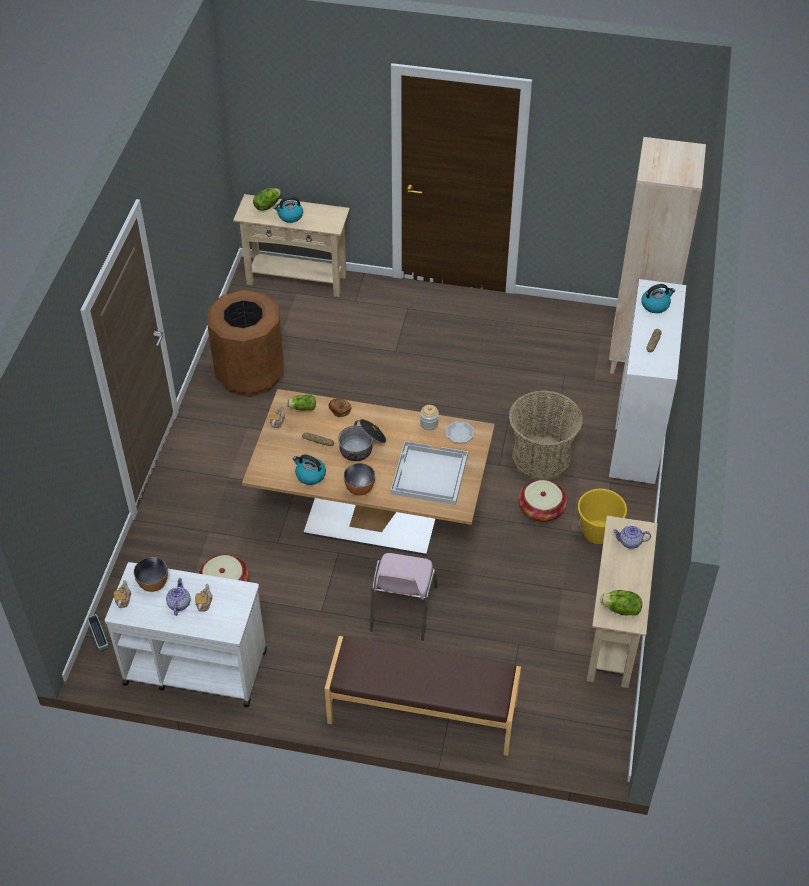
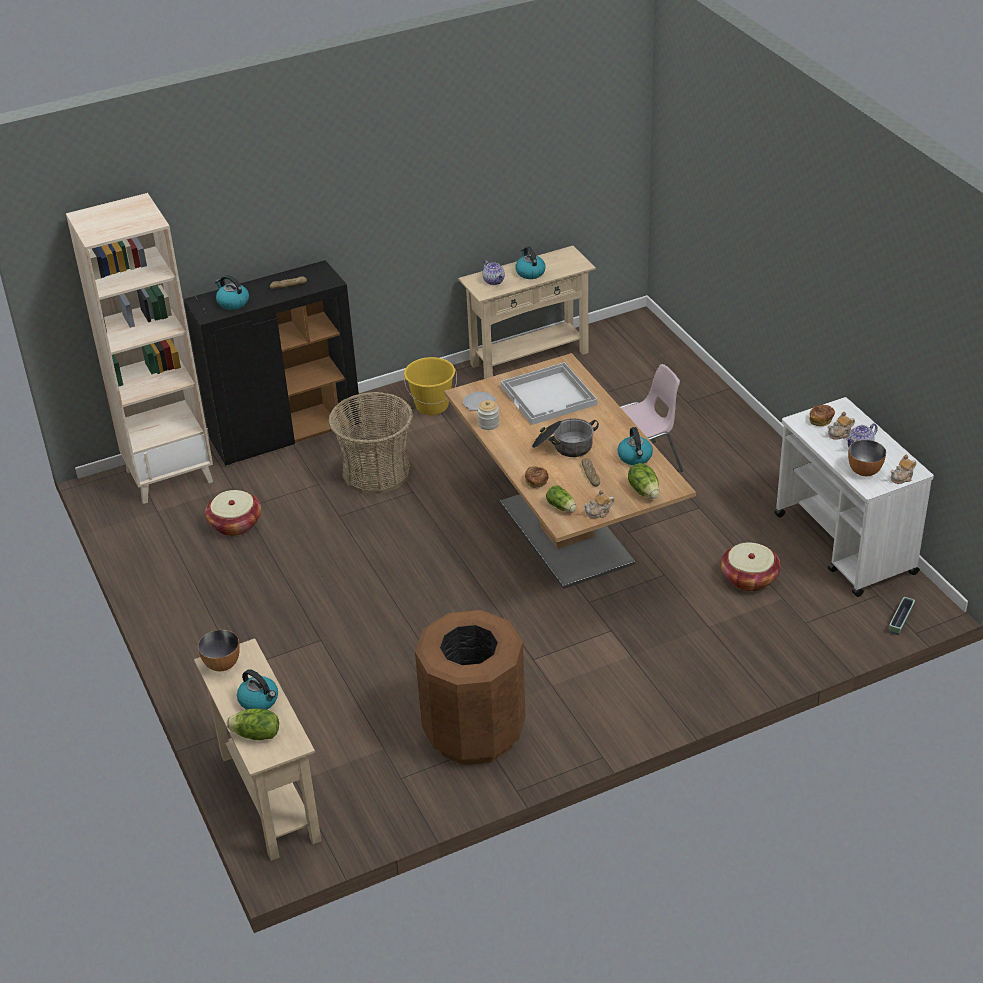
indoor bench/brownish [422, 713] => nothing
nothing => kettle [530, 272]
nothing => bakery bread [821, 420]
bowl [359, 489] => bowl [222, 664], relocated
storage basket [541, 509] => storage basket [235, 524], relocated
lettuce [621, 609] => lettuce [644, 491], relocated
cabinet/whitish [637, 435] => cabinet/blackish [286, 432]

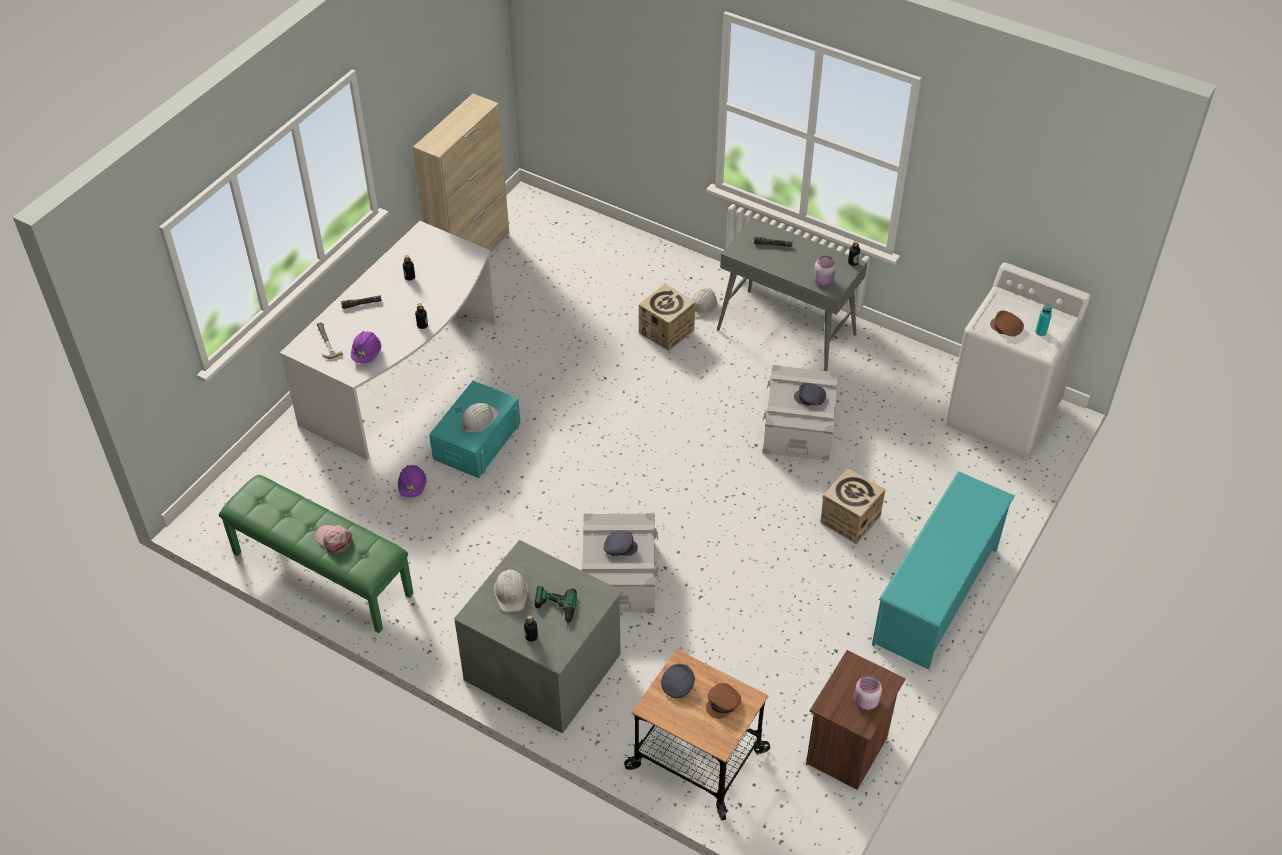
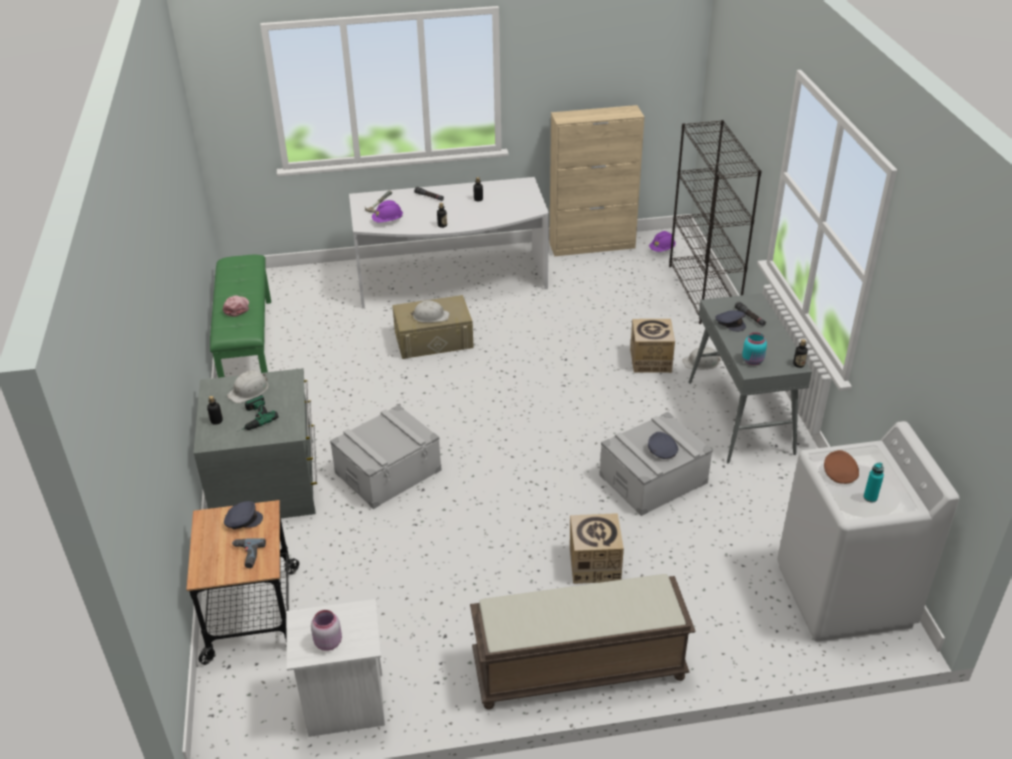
nothing => bookcase/blackish [703, 292]
safety helmet/purplish [413, 487] => safety helmet/purplish [662, 249], relocated
peaked cap/grey [619, 547] => peaked cap/grey [730, 323], relocated
peaked cap/brownish [723, 703] => power drill [246, 555]
shoe shelf/turquoise-coloured [936, 595] => indoor bench/brownish [578, 669]
storage bin/turquoise-coloured [477, 441] => storage bin/beige [433, 339]
bedside table/brownish [848, 751] => bedside table/whitish [345, 706]
preserve jar/pink-coloured [824, 281] => preserve jar/turquoise-coloured [753, 361]

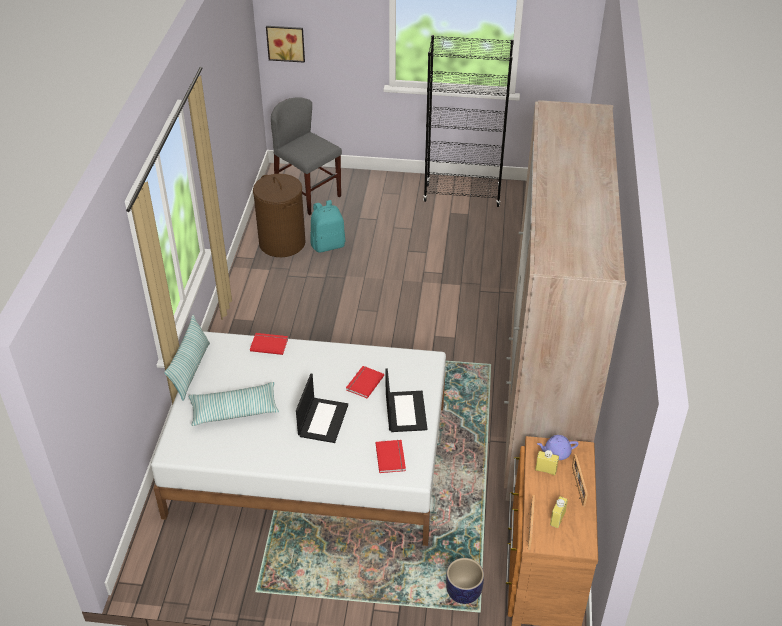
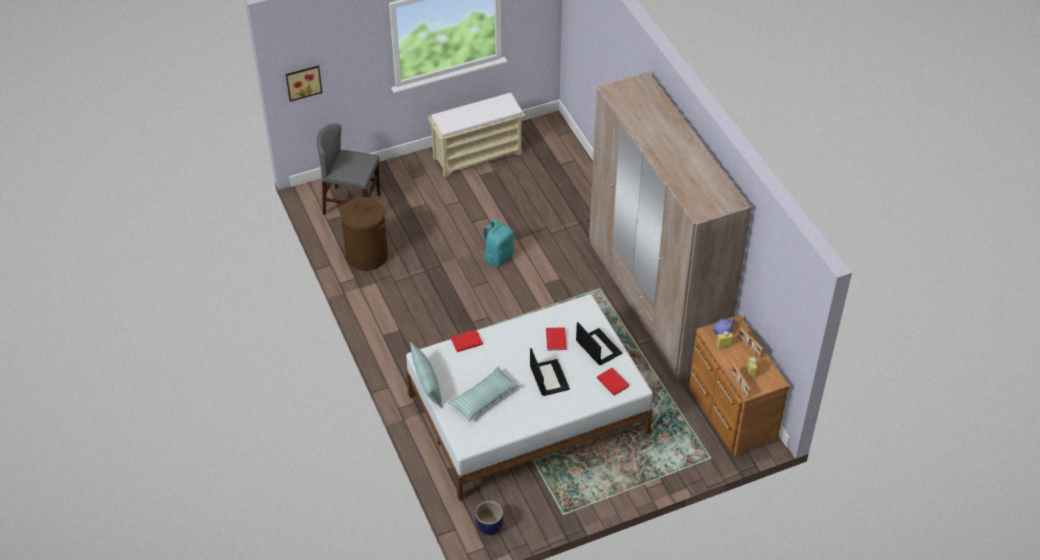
backpack/turquoise-coloured [328, 245] => backpack/turquoise-coloured [498, 256], relocated
flower pot [463, 592] => flower pot [489, 526], relocated
bookcase/blackish [462, 195] => indoor bench/beige [478, 155]

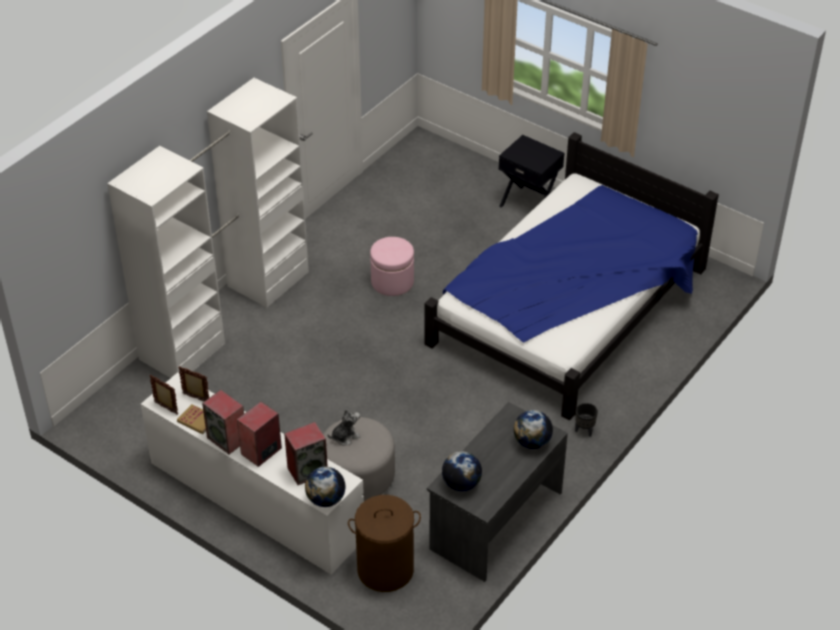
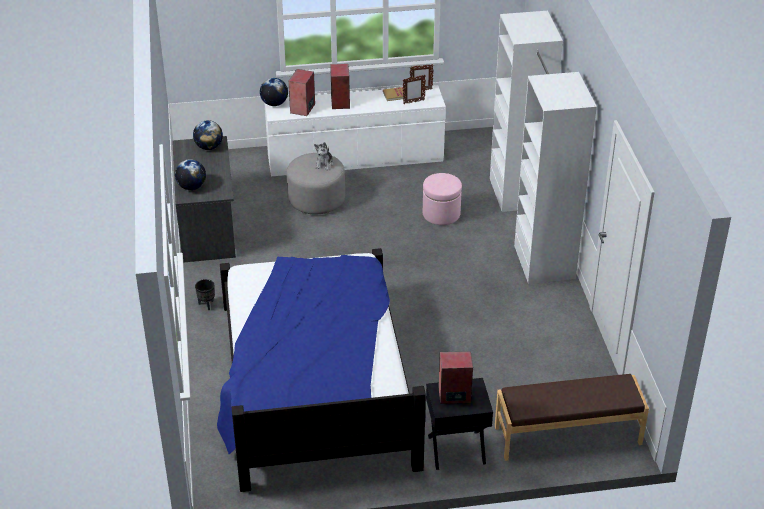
washing basket/brownish [385, 569] => nothing
nothing => indoor bench/brownish [568, 436]
audio speaker [228, 439] => audio speaker [454, 395], relocated
pouffe/pink-coloured [392, 282] => pouffe/pink-coloured [441, 214], relocated

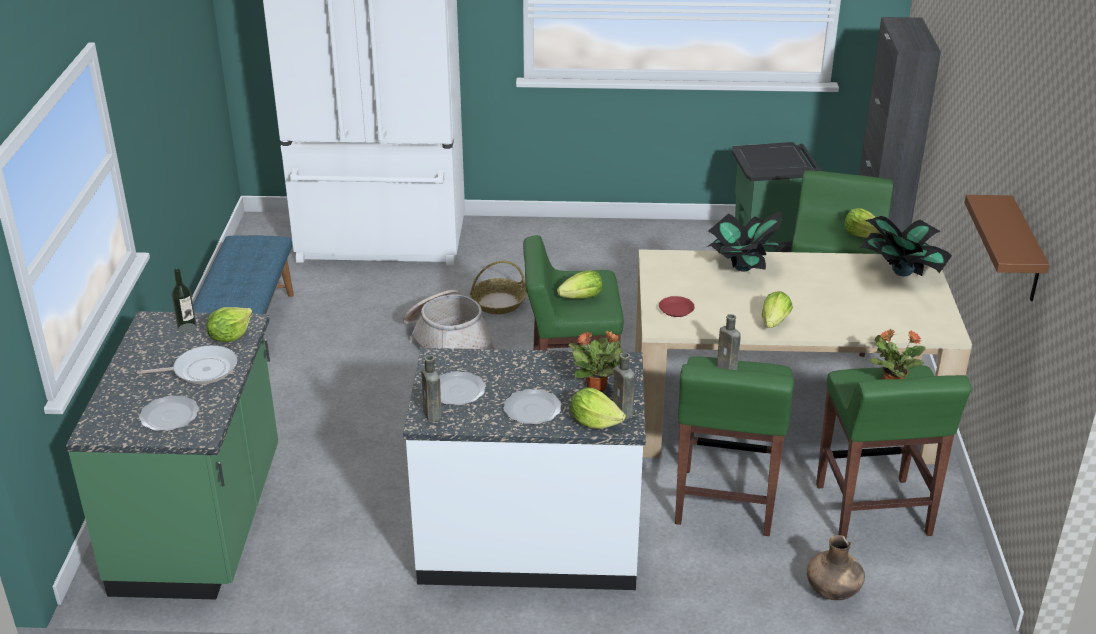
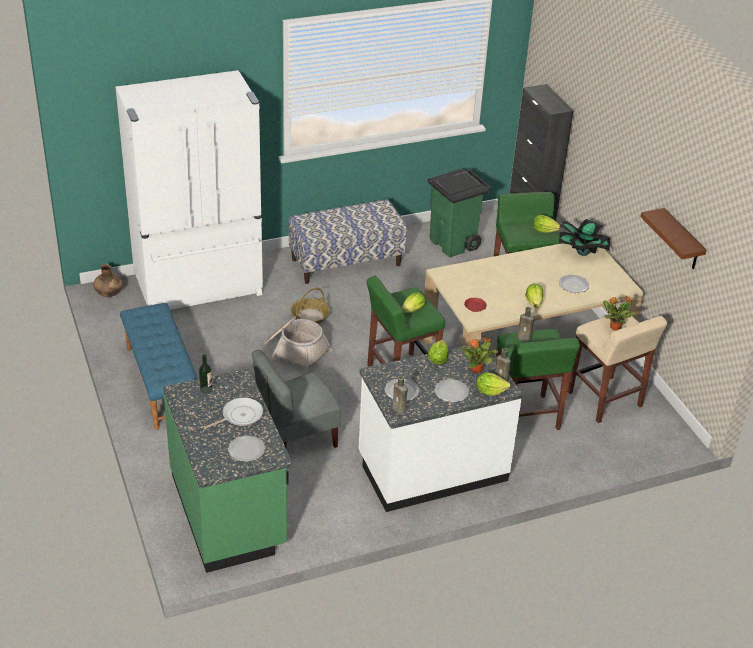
potted plant [742, 267] => nothing
nothing => upright chair/grey [297, 438]
nothing => indoor bench [346, 262]
nothing => plate [573, 285]
lettuce [230, 336] => lettuce [438, 360], relocated
flower vase/brownish [833, 591] => flower vase/brownish [109, 294], relocated
stool seat/greenish [873, 511] => stool seat/beige [605, 400]

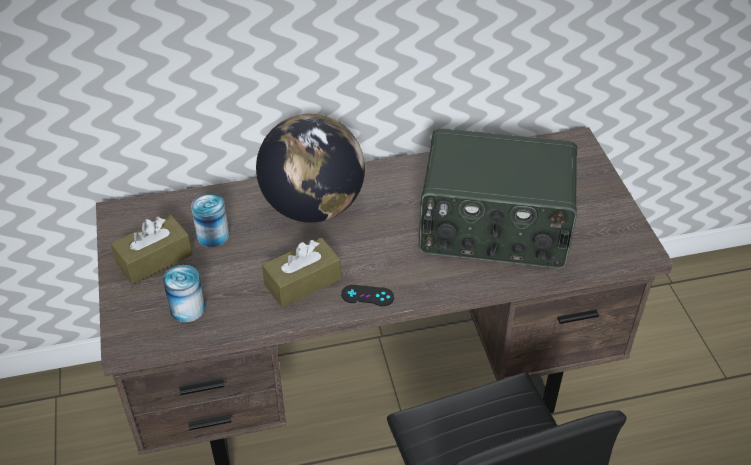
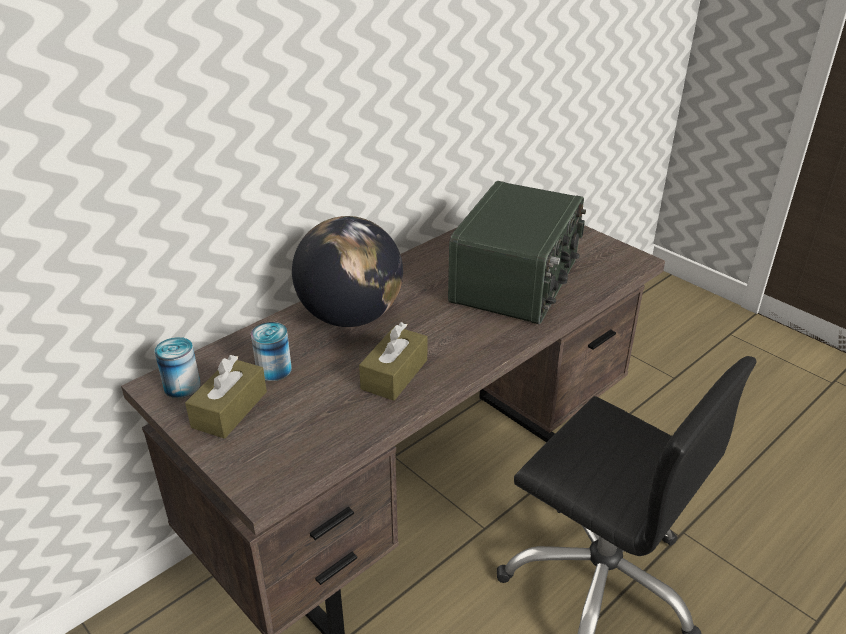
joypad/blackish [367, 296] => nothing
metal can [187, 308] => metal can [182, 386], relocated
radio [494, 228] => radio [517, 281], 45 degrees counterclockwise

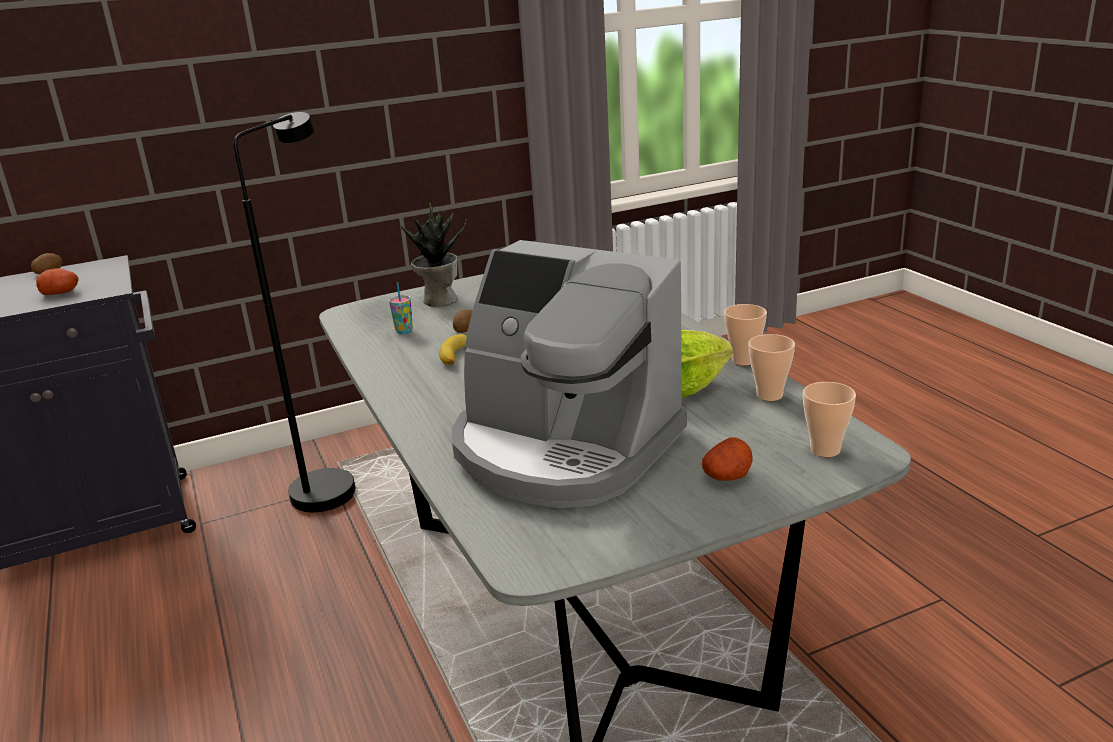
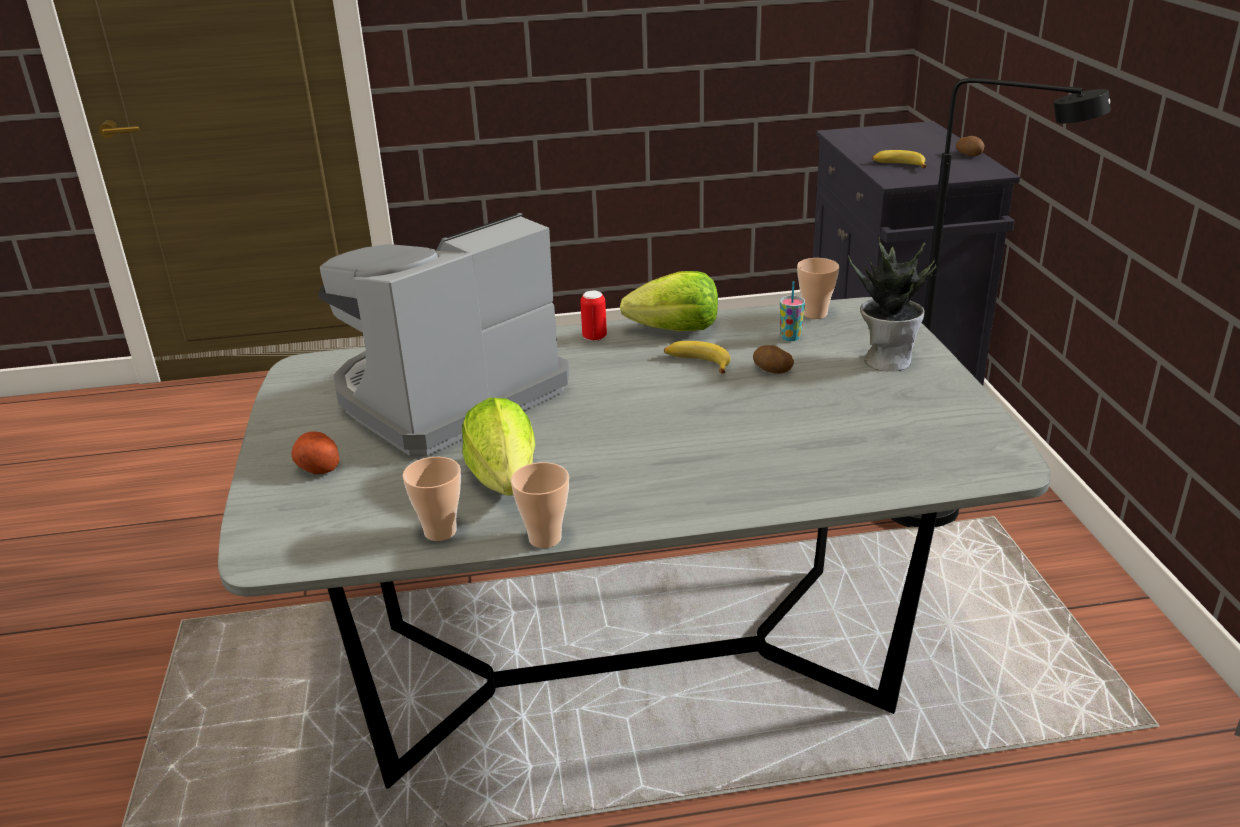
nothing => metal can [594, 337]
nothing => lettuce [676, 330]
small cup [825, 450] => small cup [815, 314], relocated
spud [61, 292] => banana fruit [898, 165]

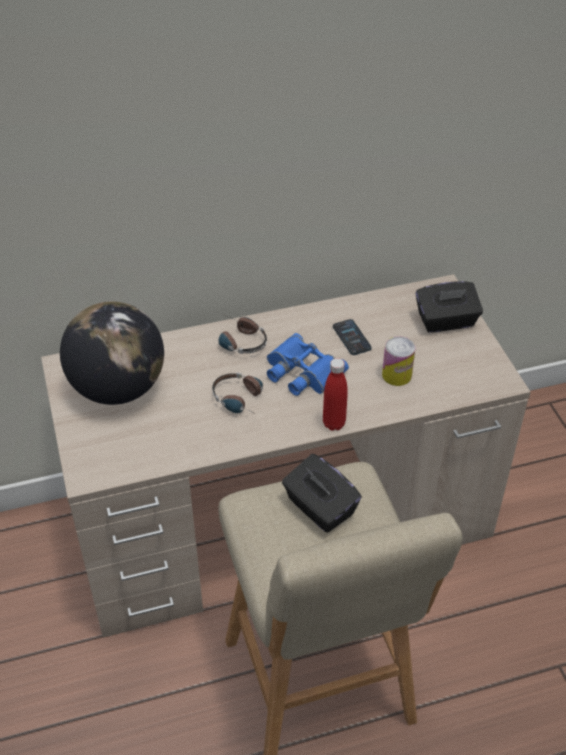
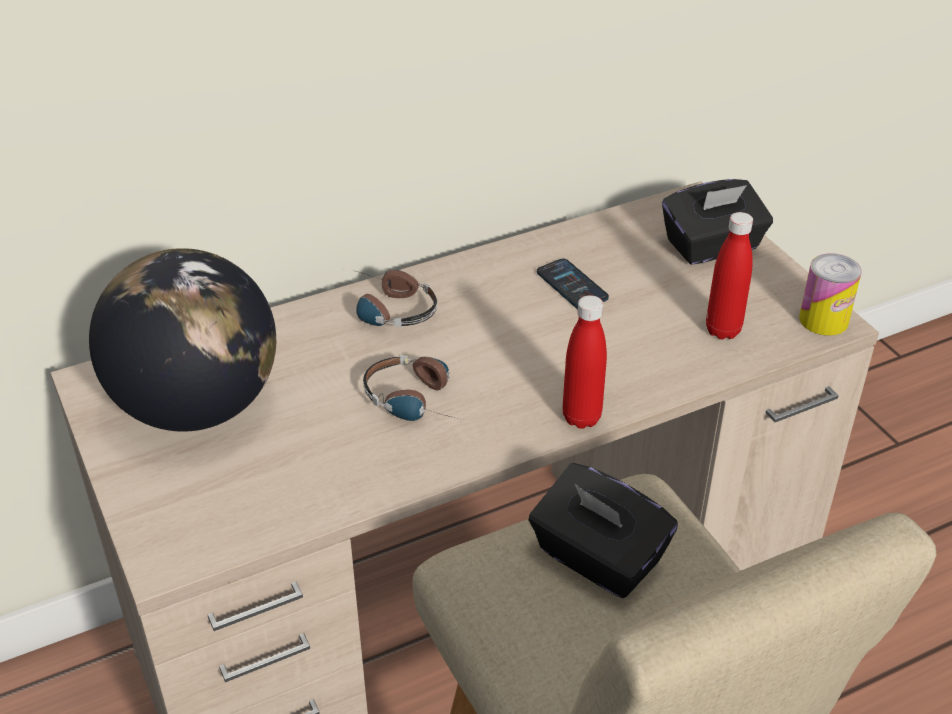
pair of binoculars/blue-coloured [301, 372] => nothing
nothing => beverage bottle/red-coloured [723, 330]
metal can [396, 375] => metal can [823, 320], relocated

